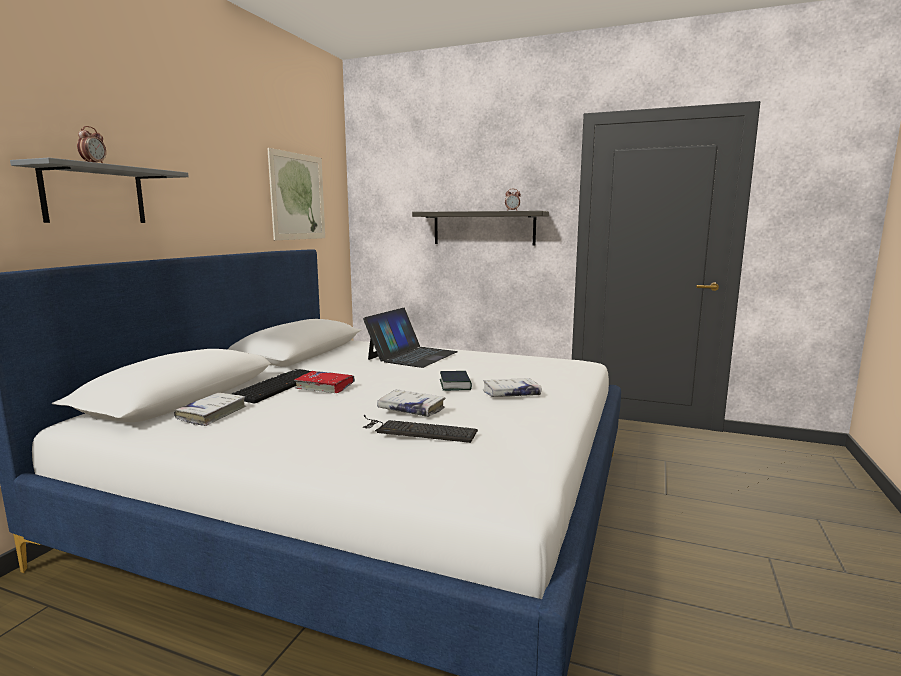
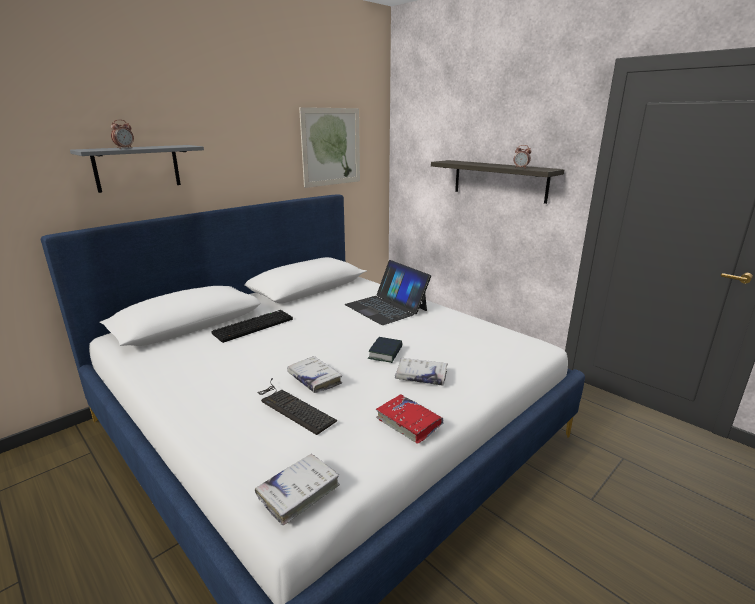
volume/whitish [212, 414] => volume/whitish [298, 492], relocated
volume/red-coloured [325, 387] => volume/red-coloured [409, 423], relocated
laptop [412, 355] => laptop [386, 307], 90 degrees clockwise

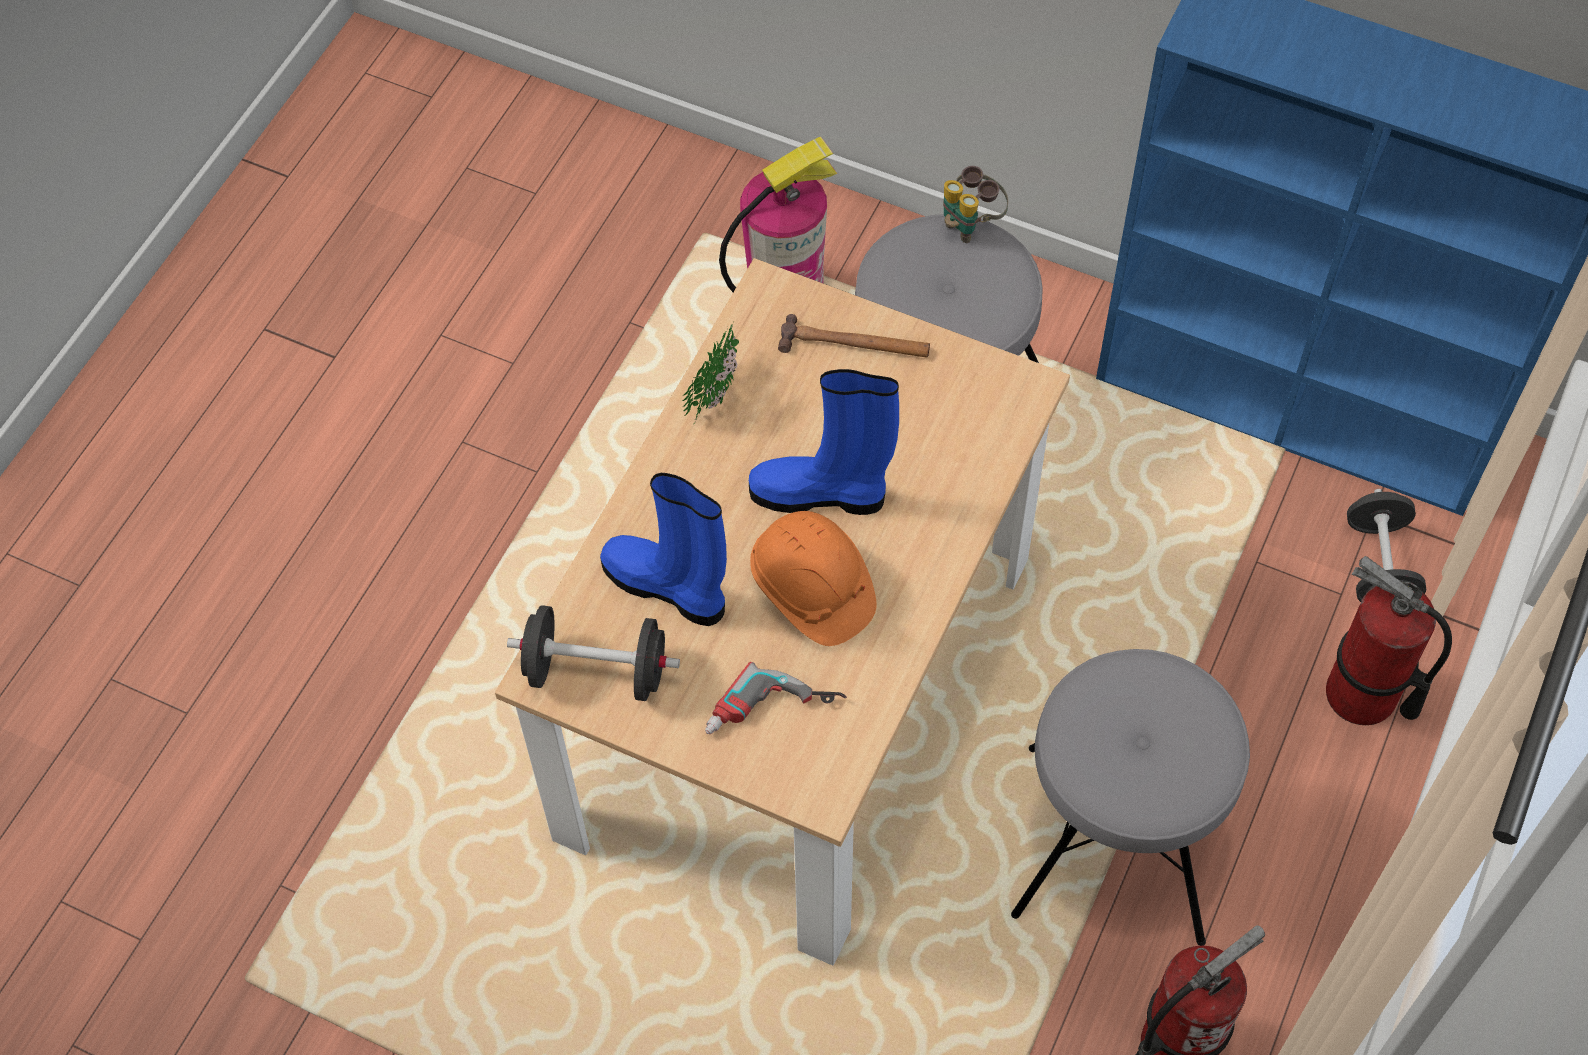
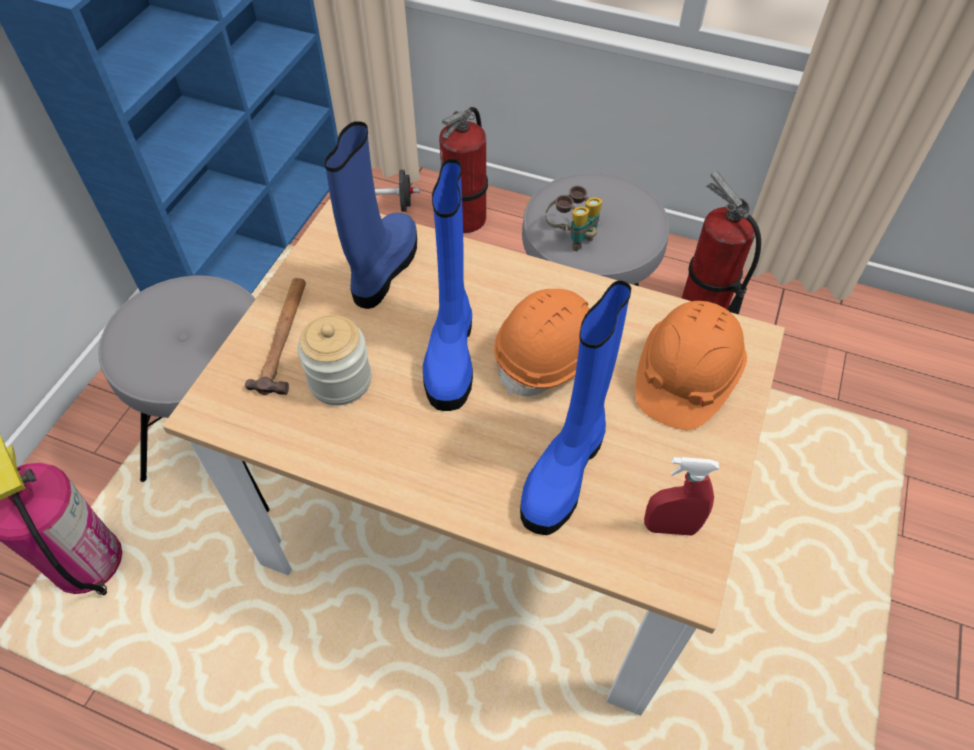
potted plant [718, 392] => nothing
nothing => preserve jar [340, 380]
nothing => high-top boot/blue-coloured [383, 269]
pair of binoculars [970, 223] => pair of binoculars [572, 236], relocated
free weight/blackish [596, 671] => hand sprayer/red-coloured [670, 527]
power drill [773, 717] => safety helmet/orange-coloured [684, 377]

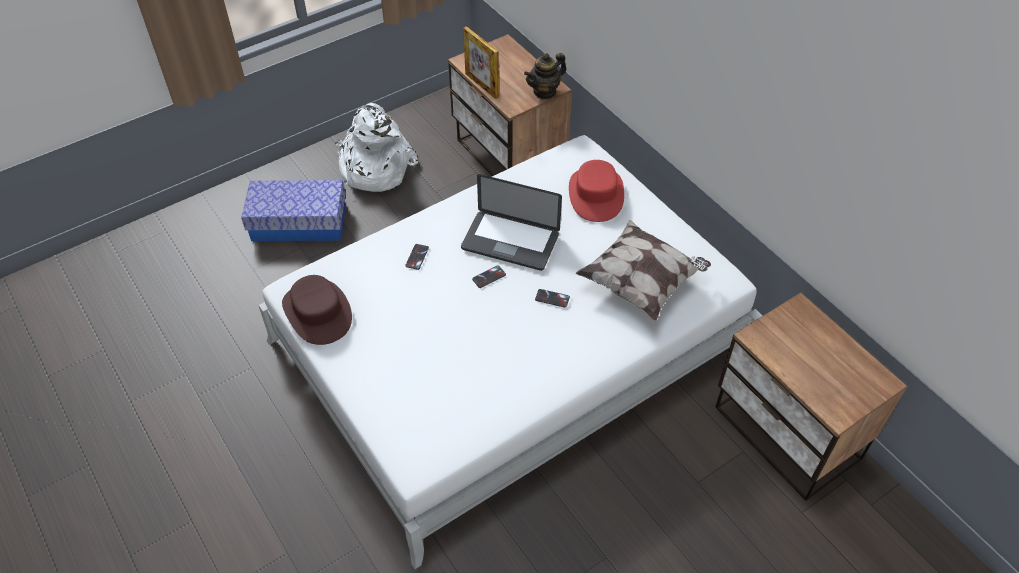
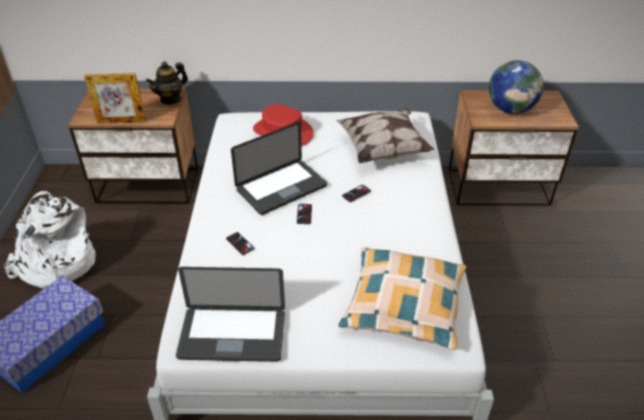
nothing => throw pillow [404, 305]
nothing => globe [510, 109]
wearable hat/brownish [318, 312] => laptop [232, 335]
teapot [544, 91] => teapot [171, 99], 45 degrees clockwise

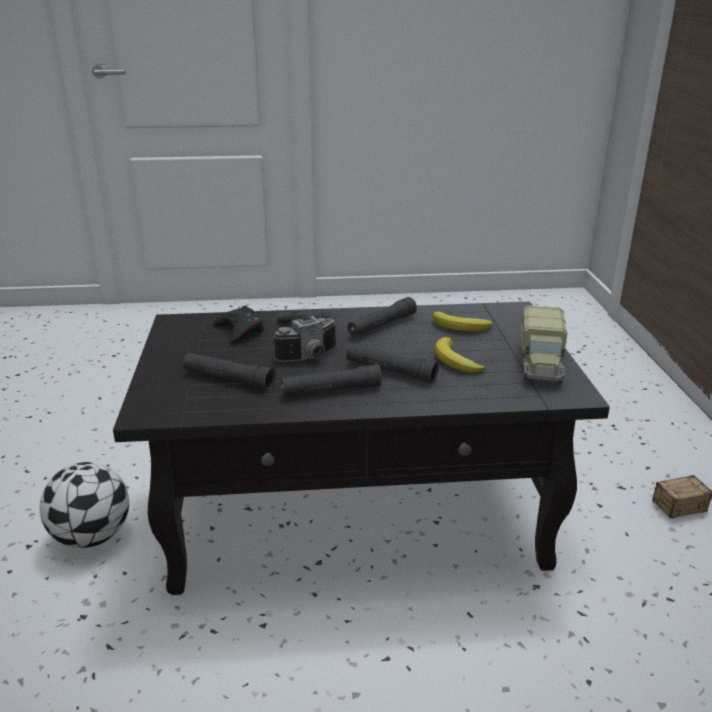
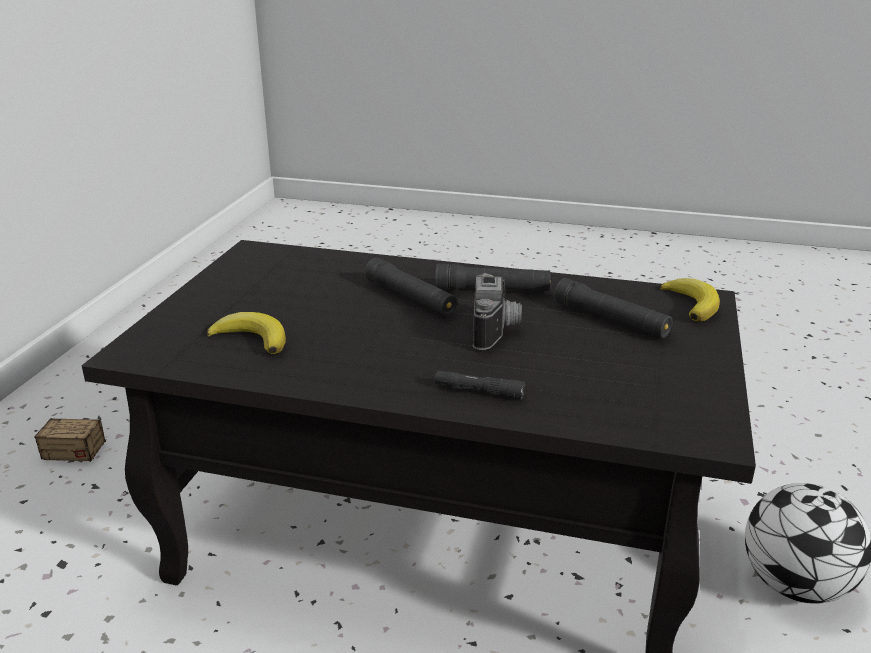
joypad/blackish [240, 330] => nothing
torch/blackish [381, 325] => nothing
toy lorry [540, 363] => nothing
banana fruit [455, 361] => banana fruit [692, 304], relocated
still camera [310, 357] => still camera [496, 330], 105 degrees clockwise

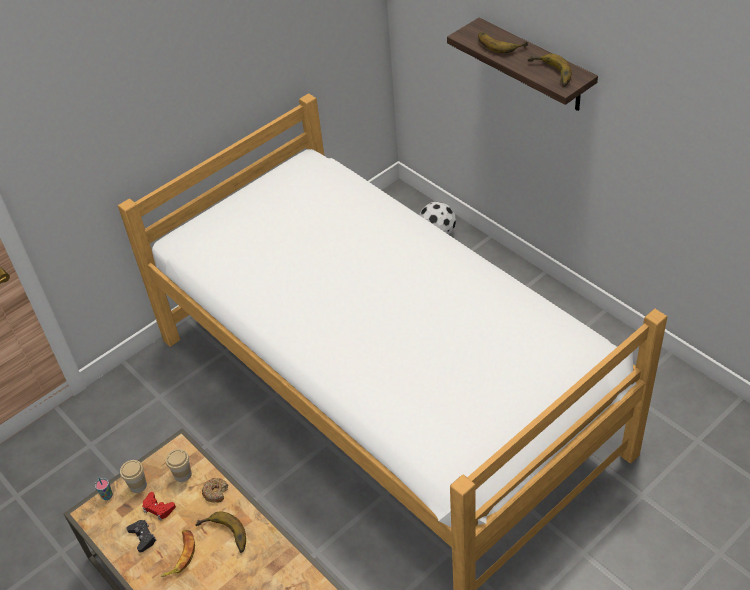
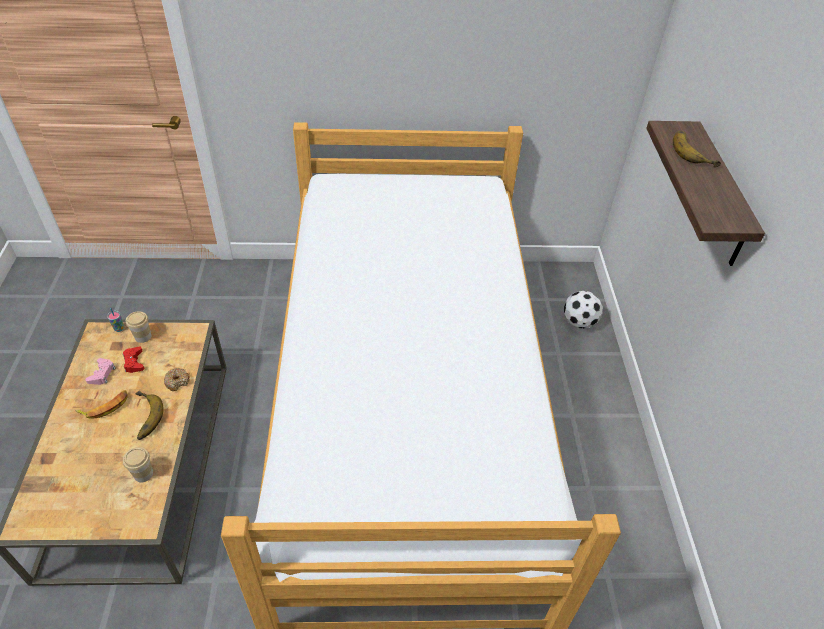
banana fruit [549, 74] => nothing
small cup [183, 474] => small cup [143, 474], relocated
joypad/blackish [142, 537] => joypad/pink-coloured [102, 374]

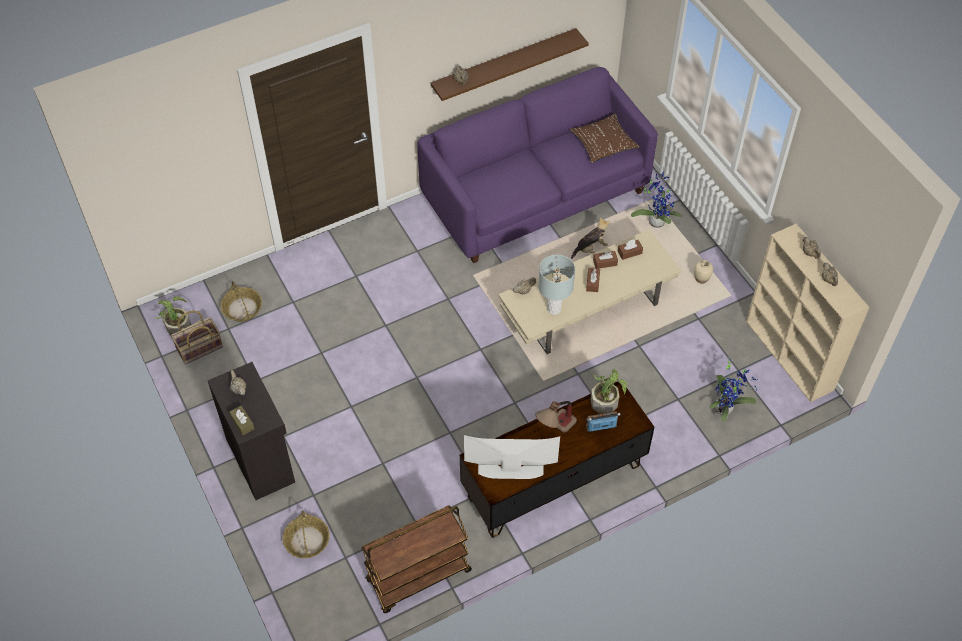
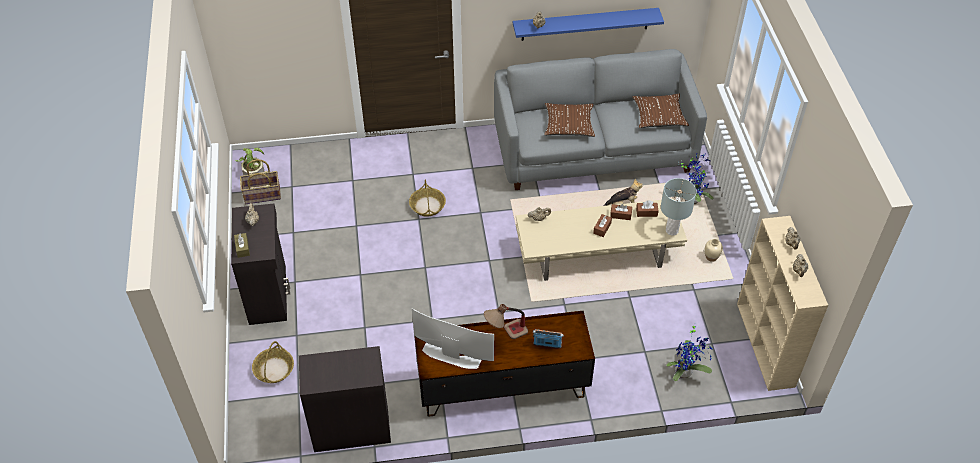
potted plant [606, 399] => nothing
nothing => throw pillow/brownish [569, 124]
storage basket [242, 308] => storage basket [427, 206], relocated
lamp for a table/grey [553, 309] => lamp for a table/grey [671, 230], relocated
wheeled cart/brownish [418, 577] => cabinet/blackish [350, 428]
sofa/purplish [535, 194] => sofa/grey [594, 149]
wall shelf/brownish [504, 65] => wall shelf/blue-coloured [585, 24]

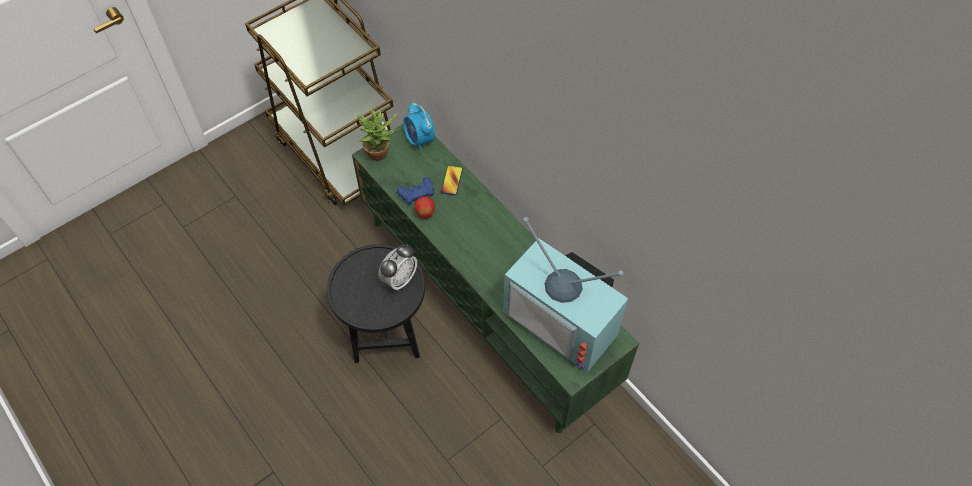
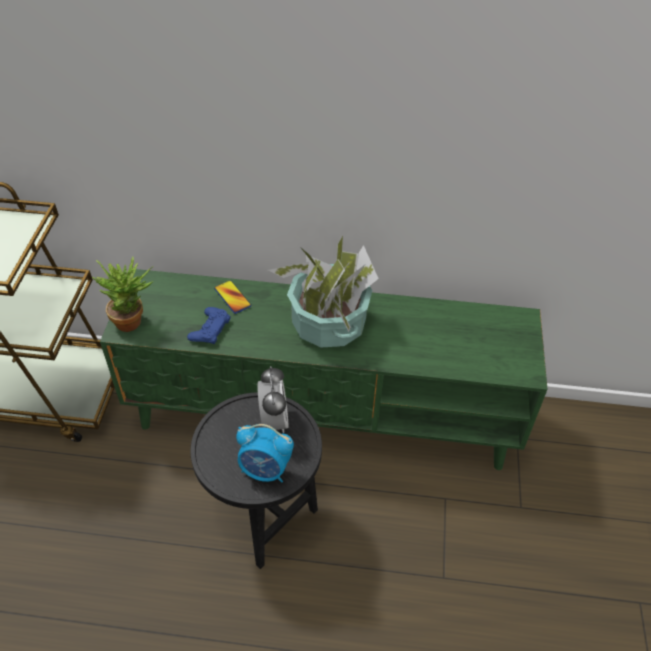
apple fruit [425, 215] => nothing
television [565, 320] => nothing
nothing => potted plant [329, 324]
bedside clock [420, 140] => bedside clock [265, 470], relocated

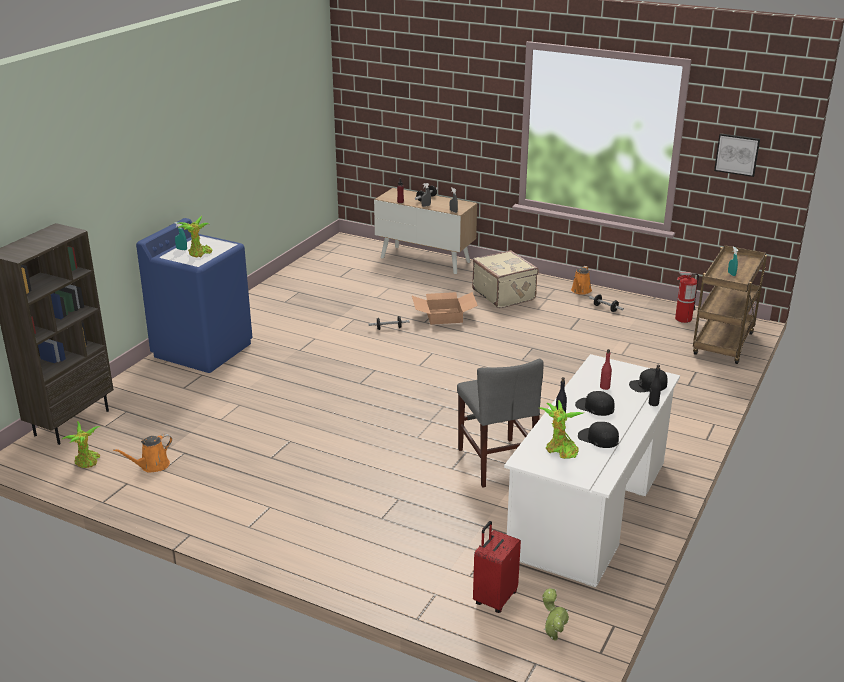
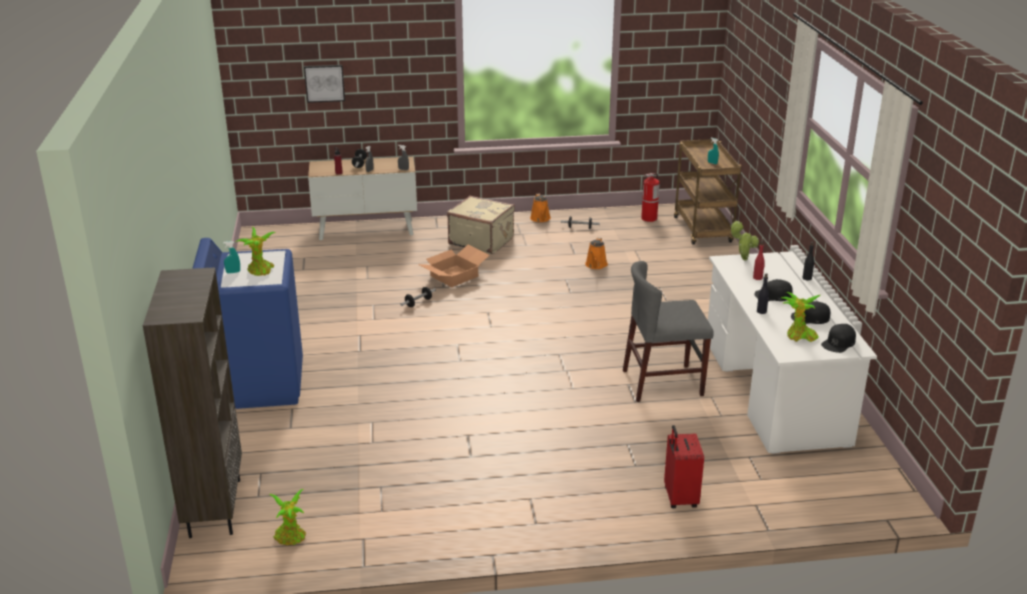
watering can/orange-coloured [152, 466] => watering can/orange-coloured [596, 265], relocated
suitcase/red-coloured [494, 598] => suitcase/red-coloured [679, 498], relocated
potted plant [553, 636] => potted plant [742, 259], relocated
peaked cap/blackish [648, 385] => peaked cap/blackish [838, 343], relocated
wall picture [737, 154] => wall picture [324, 83], relocated
upright chair/grey [497, 462] => upright chair/grey [662, 383], 135 degrees clockwise

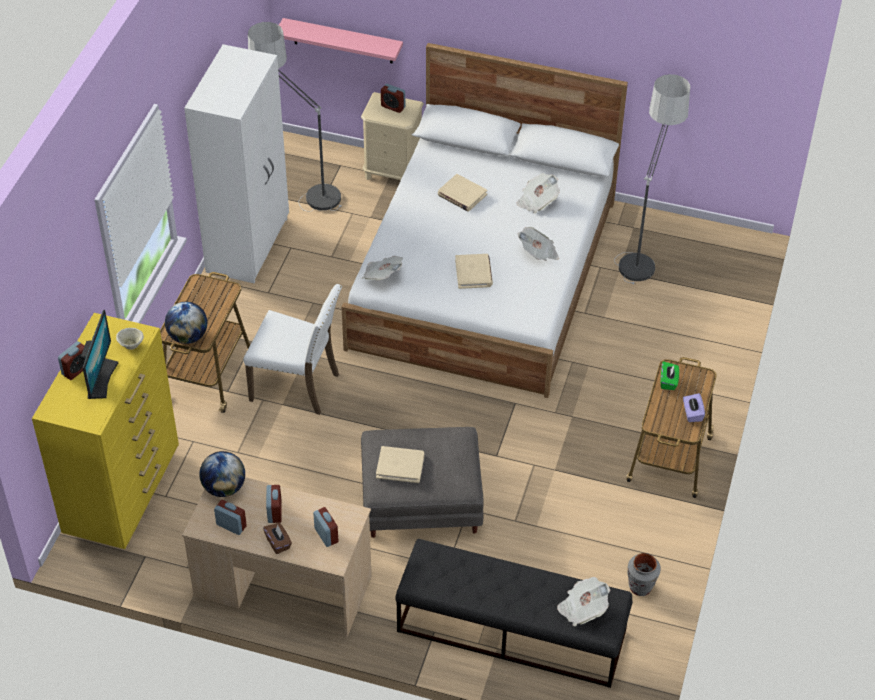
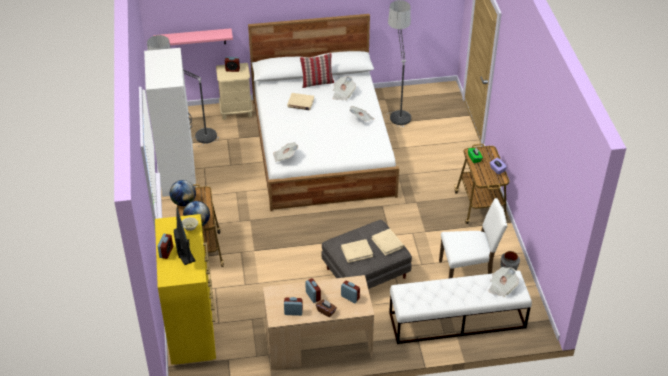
nothing => throw pillow [317, 83]
globe [224, 488] => globe [184, 202], relocated
upright chair/whitish [297, 386] => upright chair/whitish [467, 274], relocated
volume/beige [473, 273] => volume/beige [387, 243], relocated
indoor bench/blackish [510, 631] => indoor bench/whitish [456, 320]

